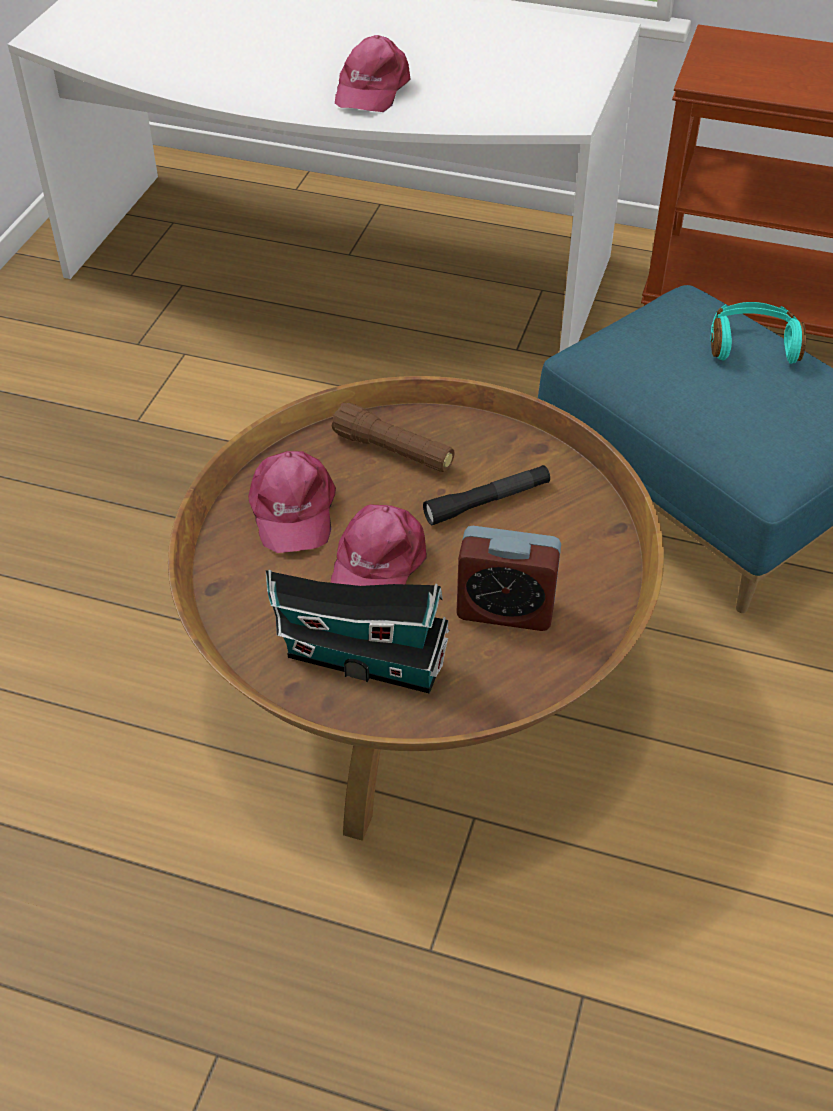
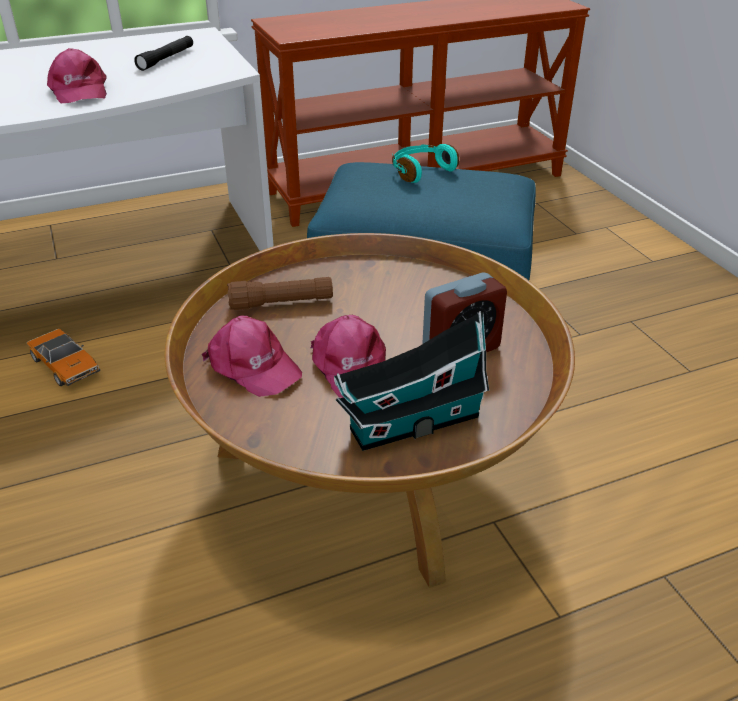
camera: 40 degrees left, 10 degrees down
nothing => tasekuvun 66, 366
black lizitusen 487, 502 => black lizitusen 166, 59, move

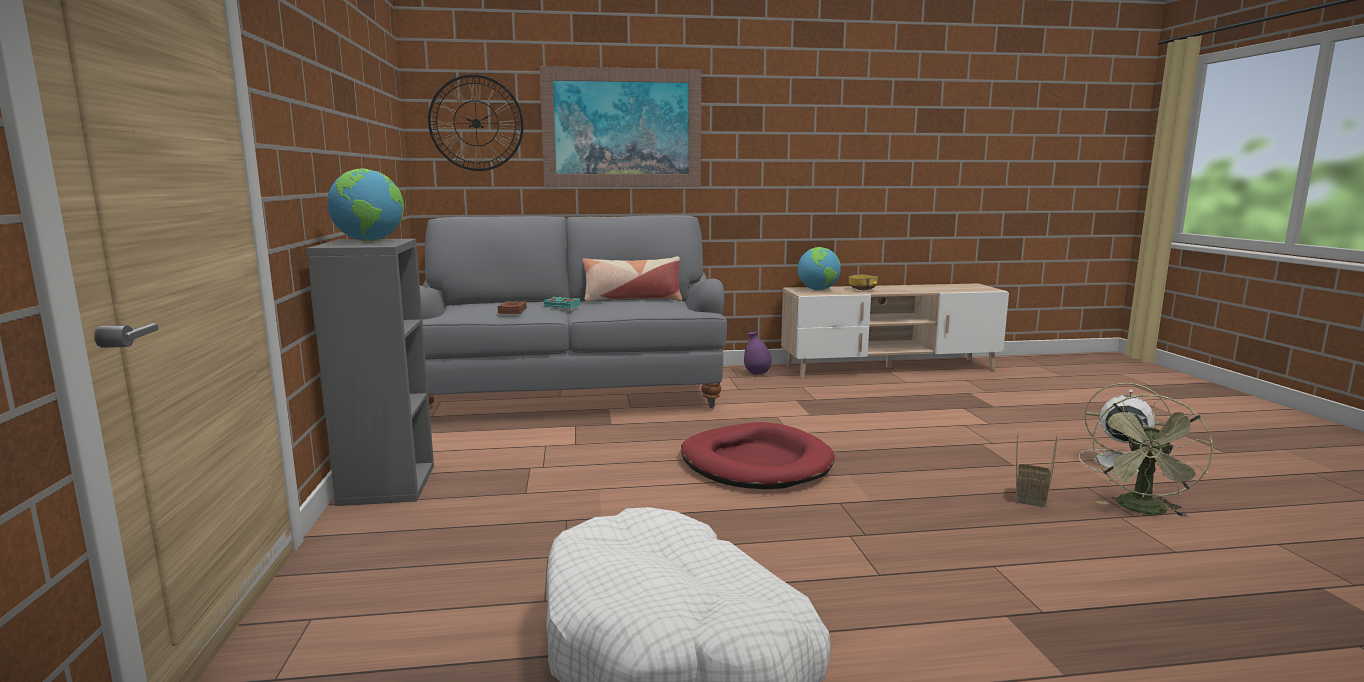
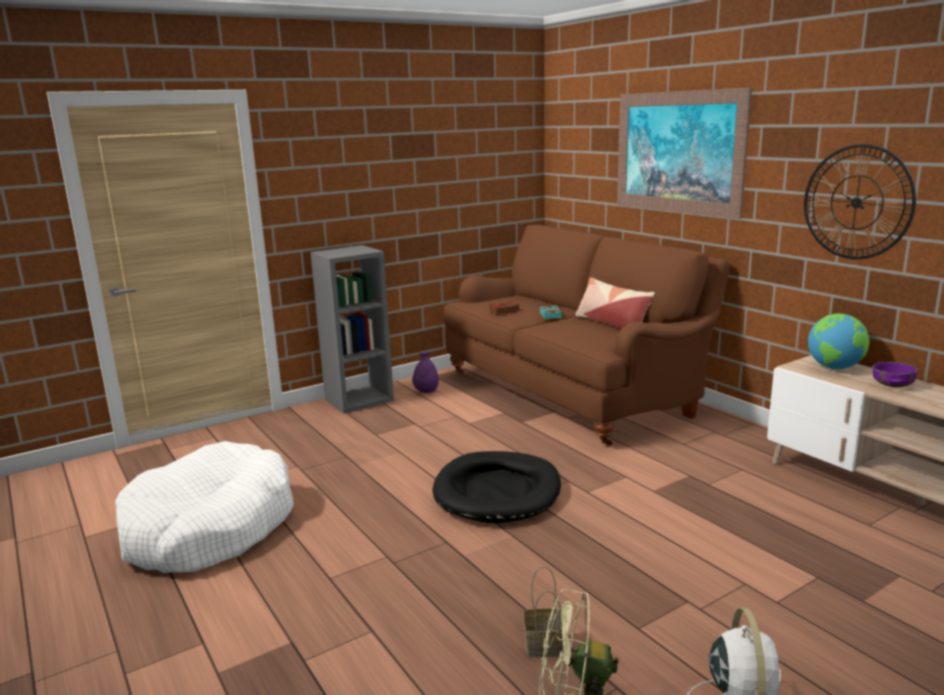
camera: 65 degrees right, 5 degrees up
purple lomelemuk 757, 374 => purple lomelemuk 426, 392, move
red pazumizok 755, 463 => black pazumizok 497, 492
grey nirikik 572, 393 => brown nirikik 572, 391
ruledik 476, 123 => ruledik 856, 202, move
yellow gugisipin 862, 289 => purple gugisipin 892, 384
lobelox 370, 241 => nothing

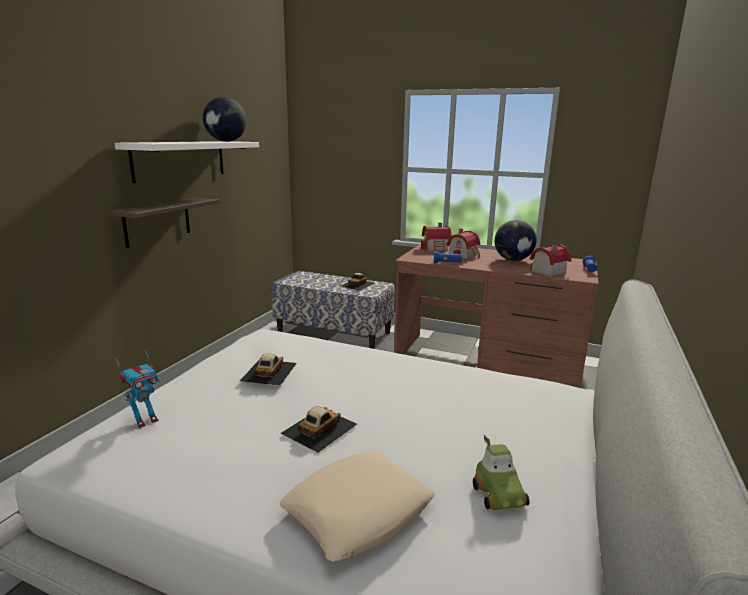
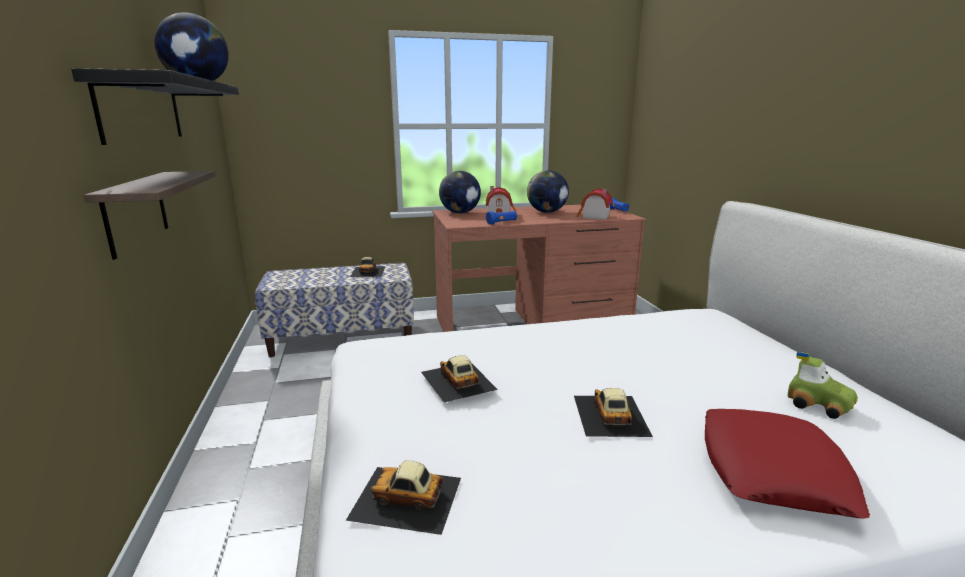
camera: 35 degrees left, 0 degrees up
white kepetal 180, 160 => black kepetal 142, 110
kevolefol 146, 421 => tasekuvun 407, 498
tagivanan 436, 248 => lobelox 460, 212
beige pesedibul 357, 511 => red pesedibul 772, 470

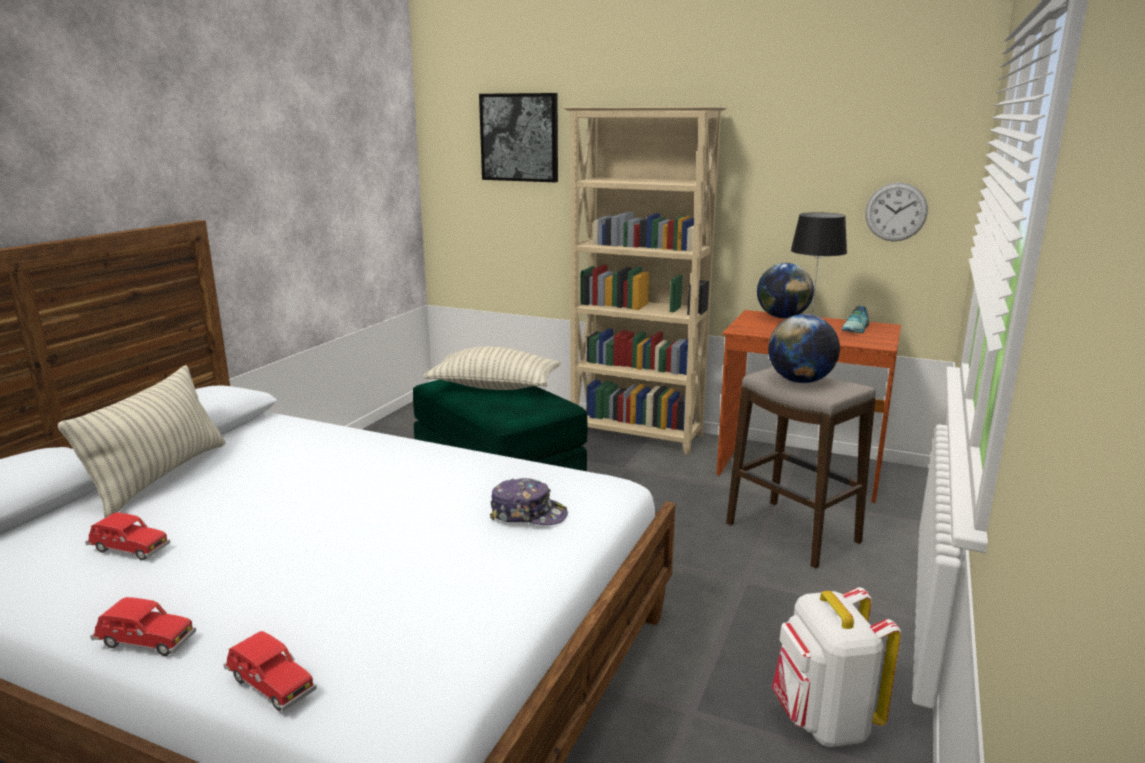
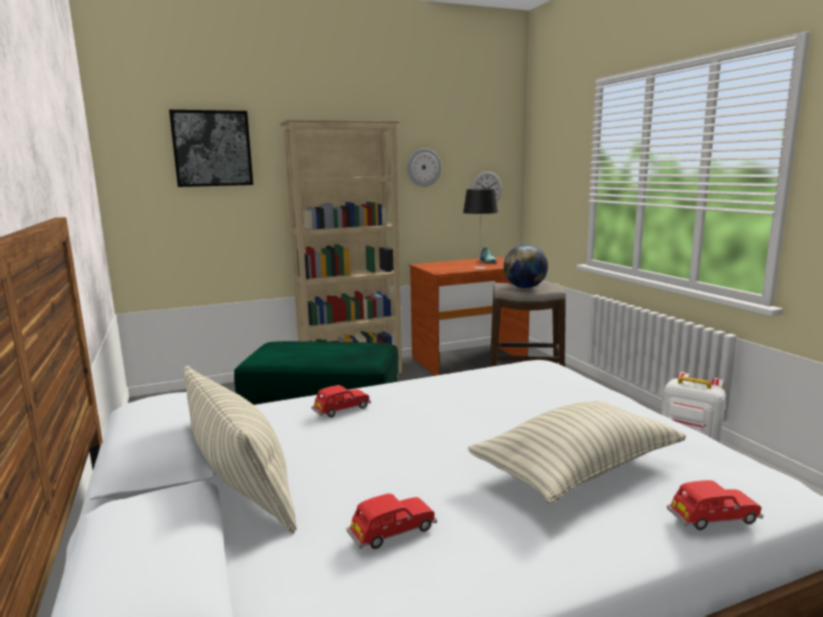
camera: 45 degrees left, 5 degrees down
red tasekuvun 145, 642 => red tasekuvun 341, 410, move
nothing => ruledik 423, 167
pesedibul 494, 387 => pesedibul 576, 470, move
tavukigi 528, 514 => nothing
lobelox 782, 317 => nothing

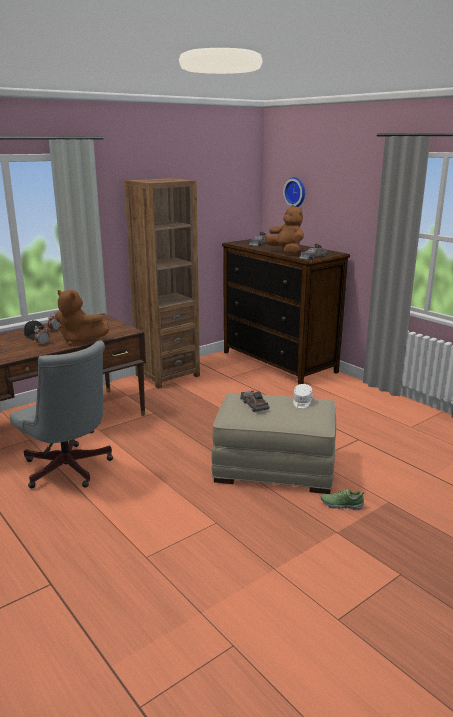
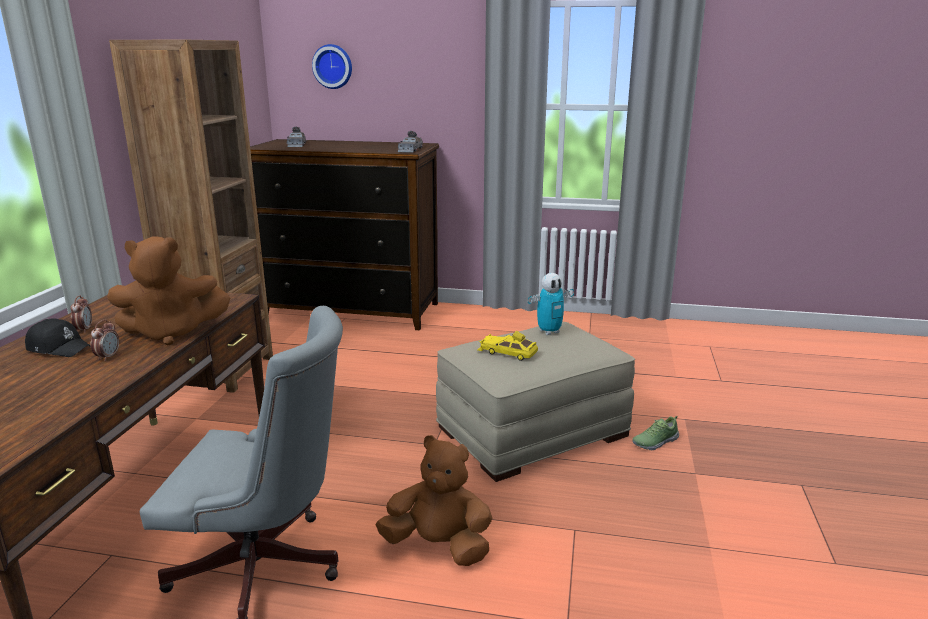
camera: 40 degrees left, 0 degrees up
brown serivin 286, 252 => brown serivin 438, 546, move
grey tasekuvun 254, 405 => yellow tasekuvun 507, 352
white tavukigi 302, 402 => kevolefol 549, 332

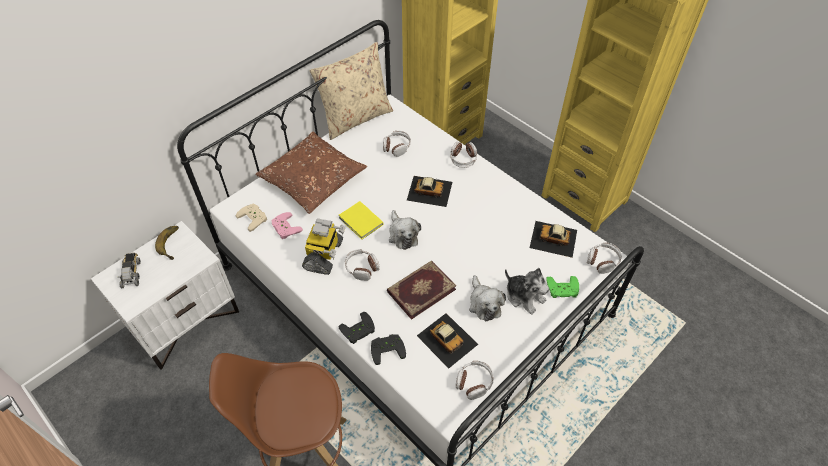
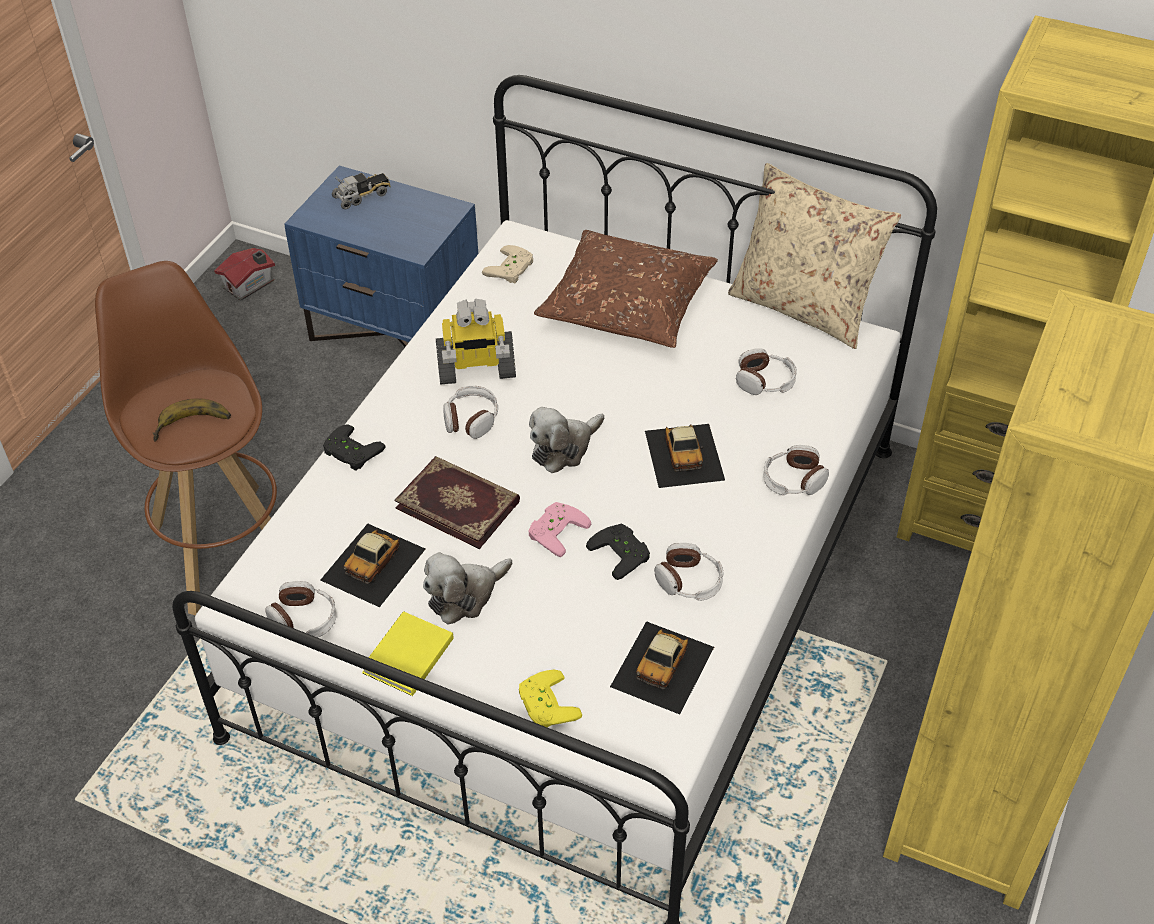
camera: 70 degrees right, 5 degrees down
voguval 173, 243 => voguval 193, 427, move
nothing => tagivanan 250, 284
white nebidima 185, 321 => blue nebidima 396, 332
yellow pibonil 361, 222 => yellow pibonil 405, 657, move
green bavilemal 562, 290 => yellow bavilemal 544, 705
pink bavilemal 284, 228 => pink bavilemal 555, 530, move
black bavilemal 387, 348 => black bavilemal 623, 552, move
tasekuvun 553, 239 => tasekuvun 663, 666, 150 degrees counterclockwise
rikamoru 602, 261 => rikamoru 689, 581, move
serivin 524, 296 => nothing

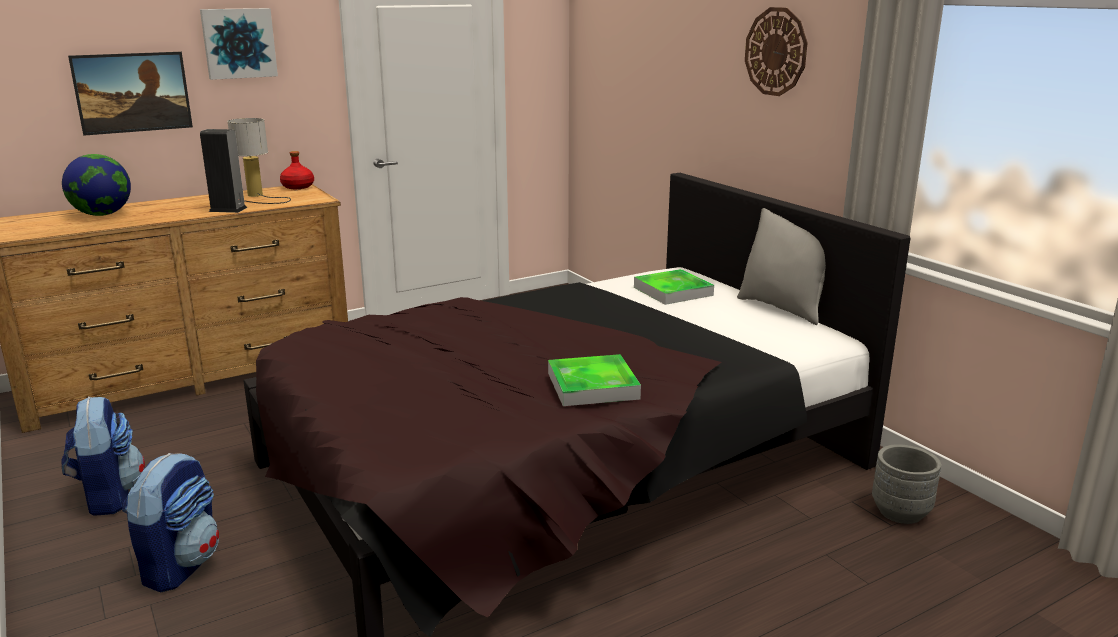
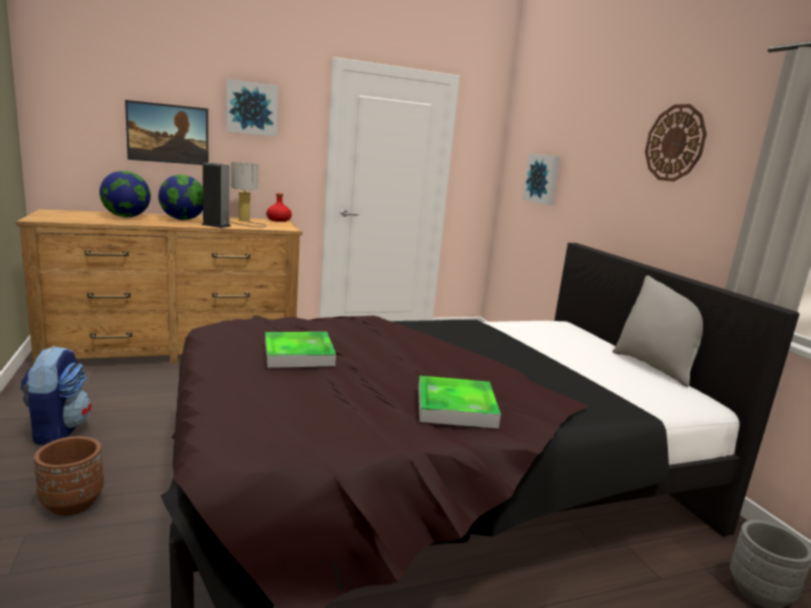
camera: 10 degrees right, 5 degrees down
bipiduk 181, 565 => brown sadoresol 72, 503
nothing => lobelox 182, 219
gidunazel 673, 291 => gidunazel 298, 354, move
nothing => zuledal 542, 179

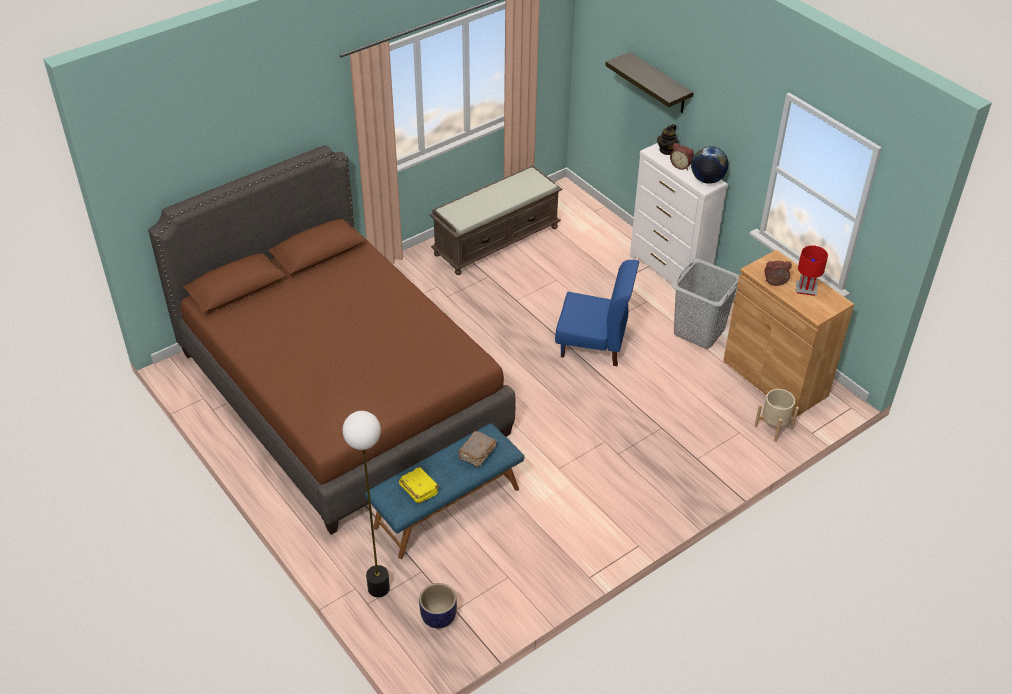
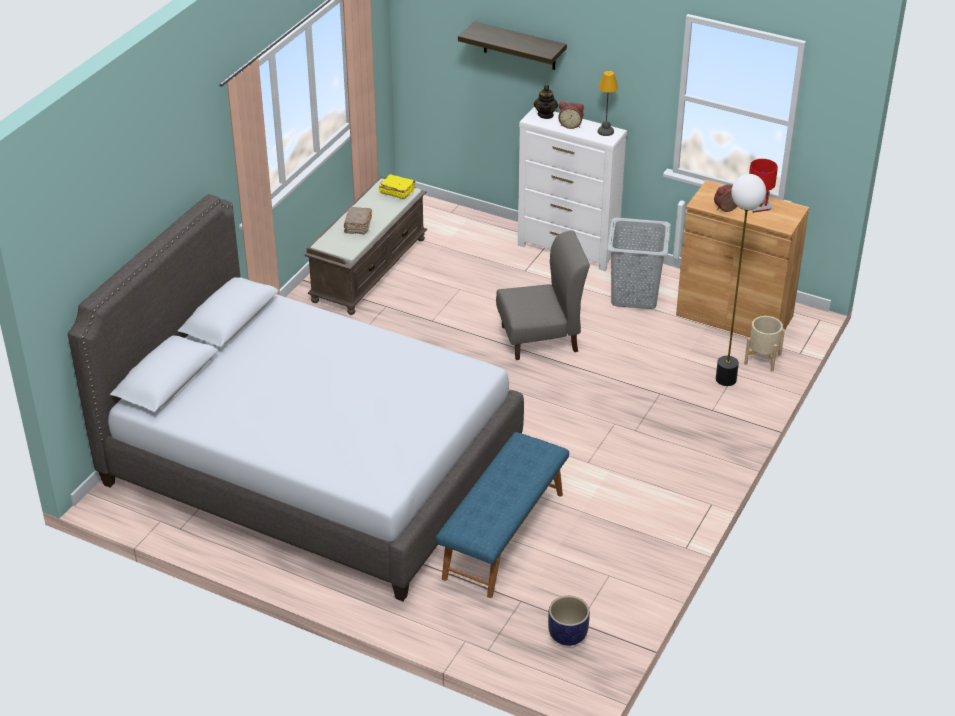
camera: 25 degrees left, 5 degrees down
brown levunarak 341, 393 => grey levunarak 312, 466
brown pibonil 476, 453 => brown pibonil 357, 226, move
yellow pibonil 419, 489 => yellow pibonil 396, 192, move
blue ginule 593, 344 => grey ginule 540, 339
lobelox 707, 180 => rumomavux 605, 131
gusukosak 378, 588 => gusukosak 725, 379, move

